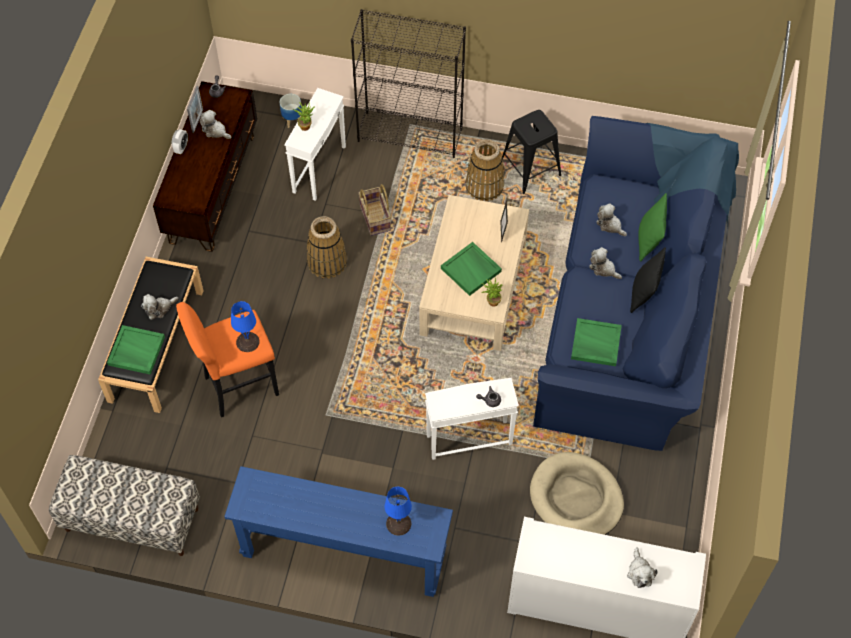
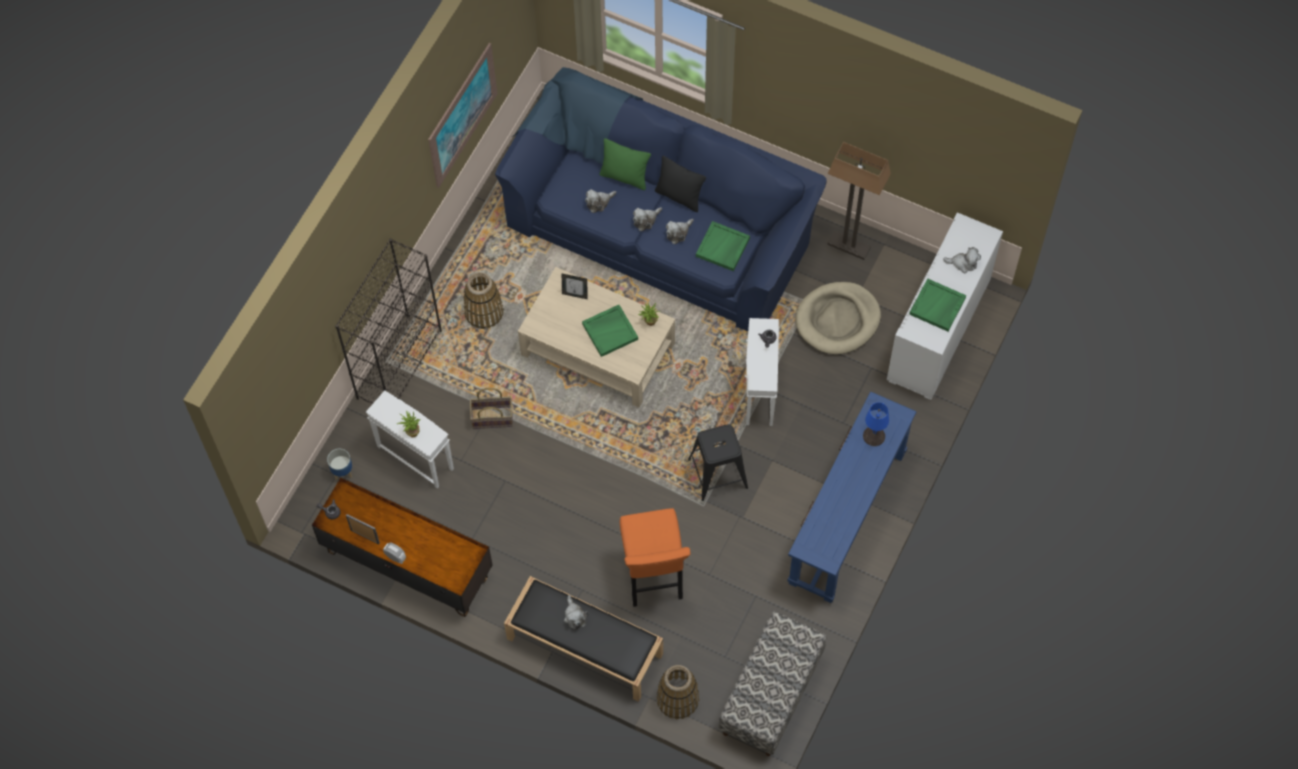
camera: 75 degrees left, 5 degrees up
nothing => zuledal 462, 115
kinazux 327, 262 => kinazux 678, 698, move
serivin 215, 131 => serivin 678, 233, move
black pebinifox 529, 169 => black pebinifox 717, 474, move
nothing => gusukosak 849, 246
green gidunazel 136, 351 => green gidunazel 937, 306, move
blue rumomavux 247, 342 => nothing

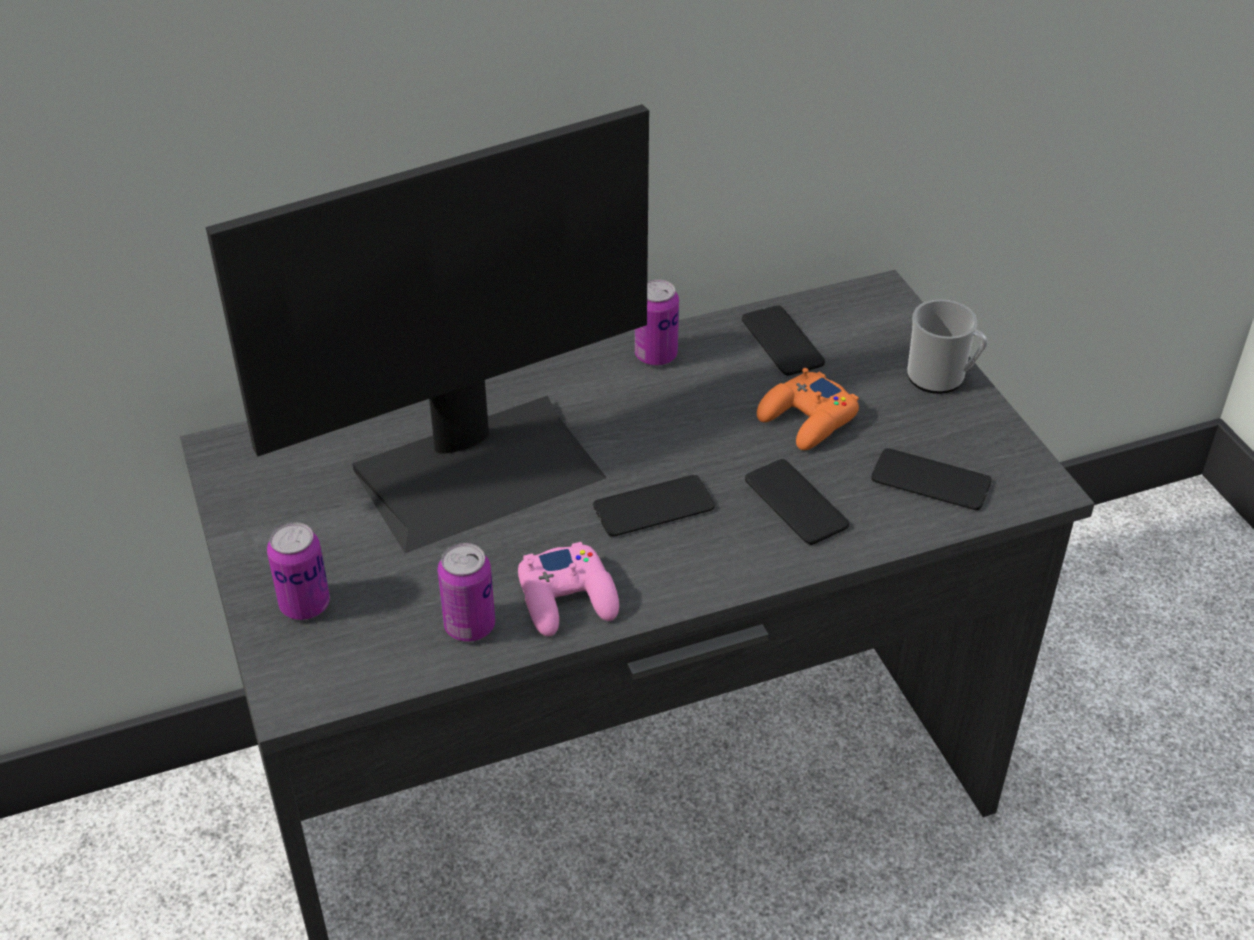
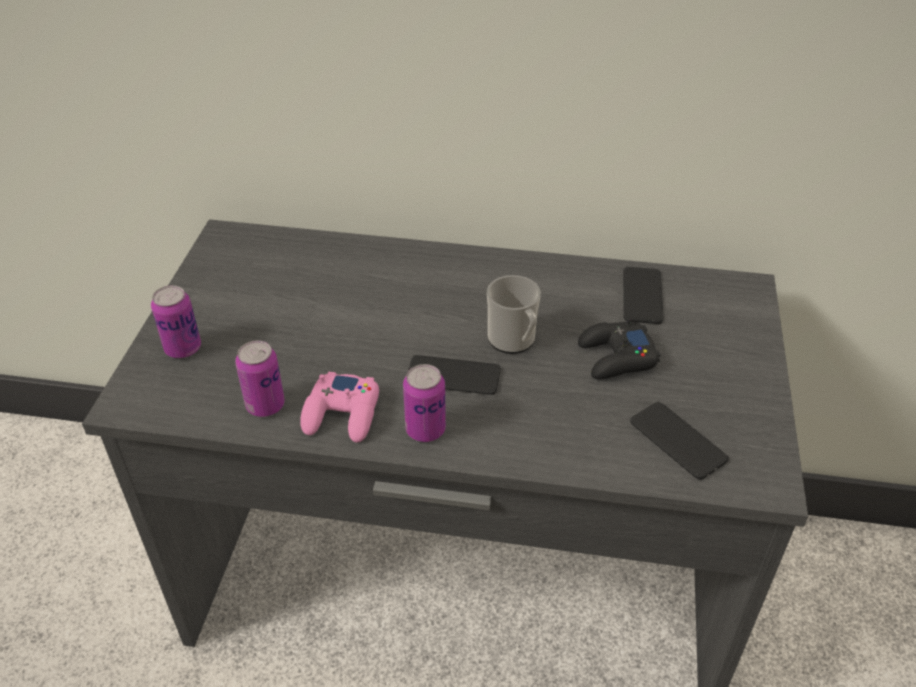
camera: 30 degrees right, 0 degrees up
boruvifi 656, 355 => boruvifi 425, 430, move
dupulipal 942, 378 => dupulipal 514, 341, move
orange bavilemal 807, 419 => black bavilemal 616, 358
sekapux 478, 469 => nothing
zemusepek 796, 503 => nothing

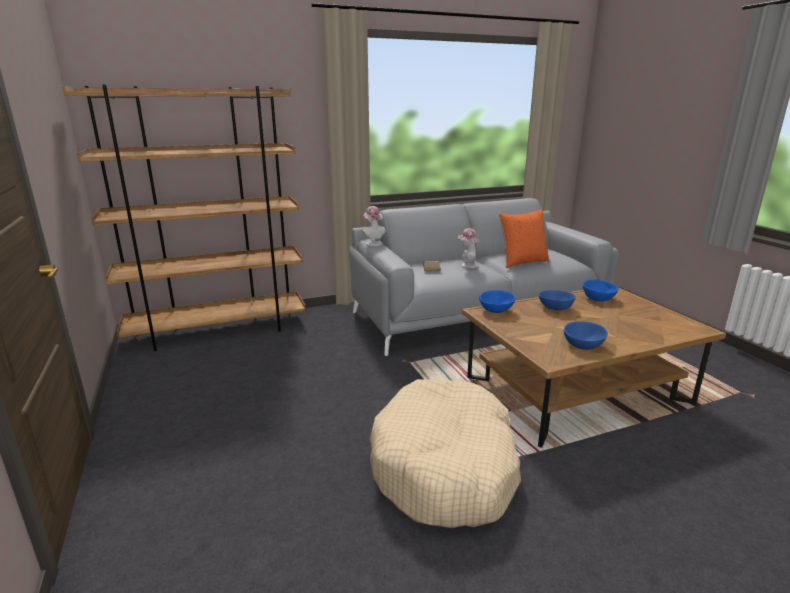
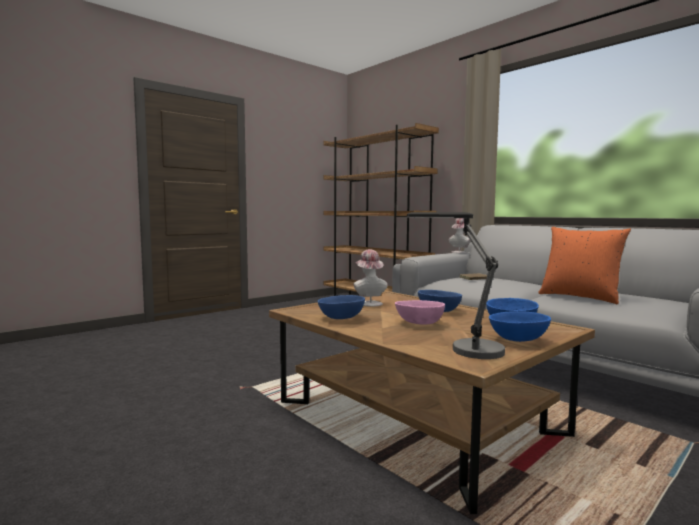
camera: 70 degrees right, 15 degrees down
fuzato 467, 265 => fuzato 369, 303, move
nothing => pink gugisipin 420, 323
nothing => rumomavux 463, 347
blue gugisipin 496, 310 => blue gugisipin 519, 339, move
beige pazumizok 445, 467 => nothing

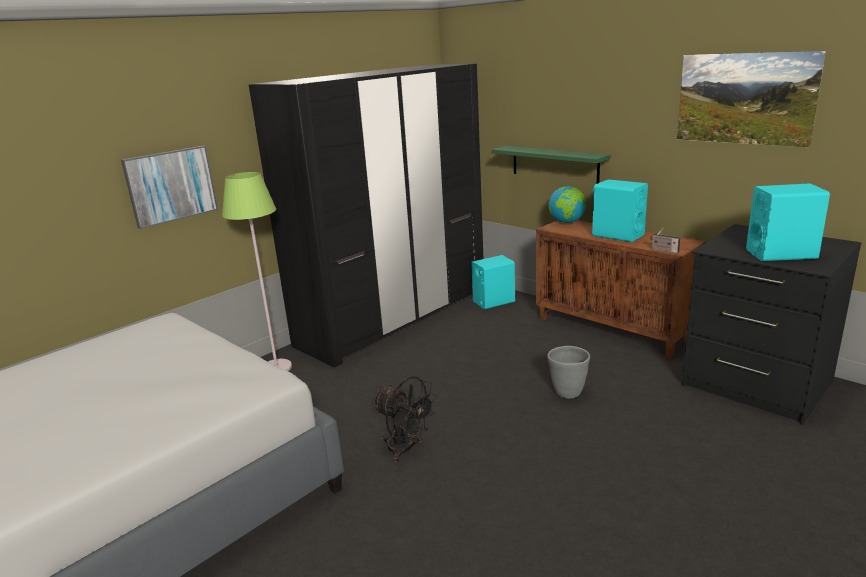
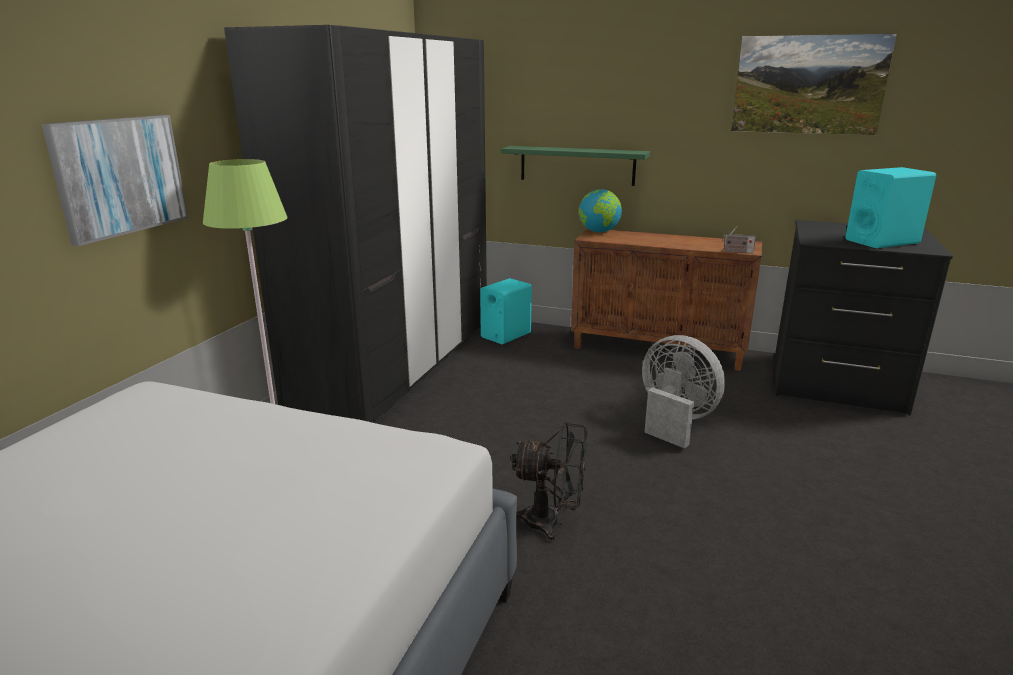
camera: 25 degrees left, 0 degrees up
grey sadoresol 567, 392 => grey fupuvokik 674, 421
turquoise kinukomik 617, 235 => nothing

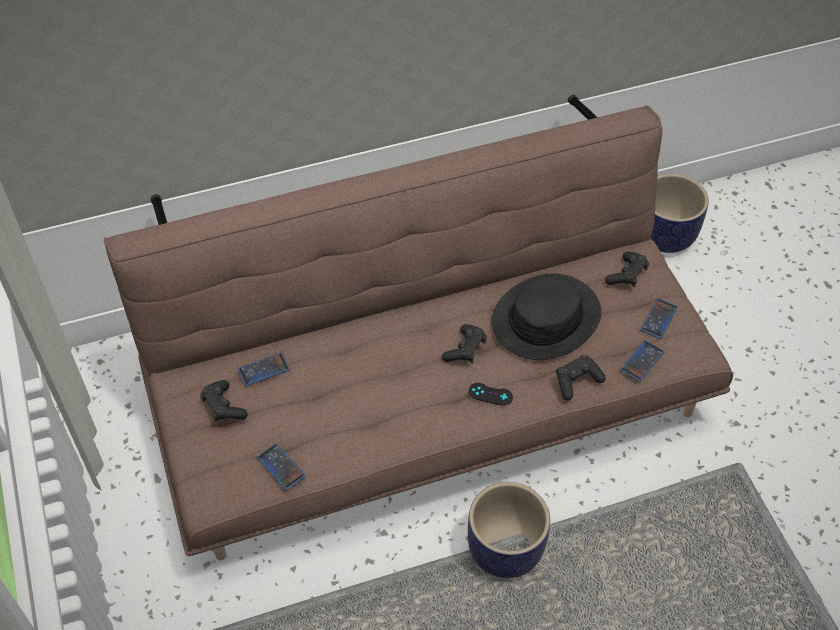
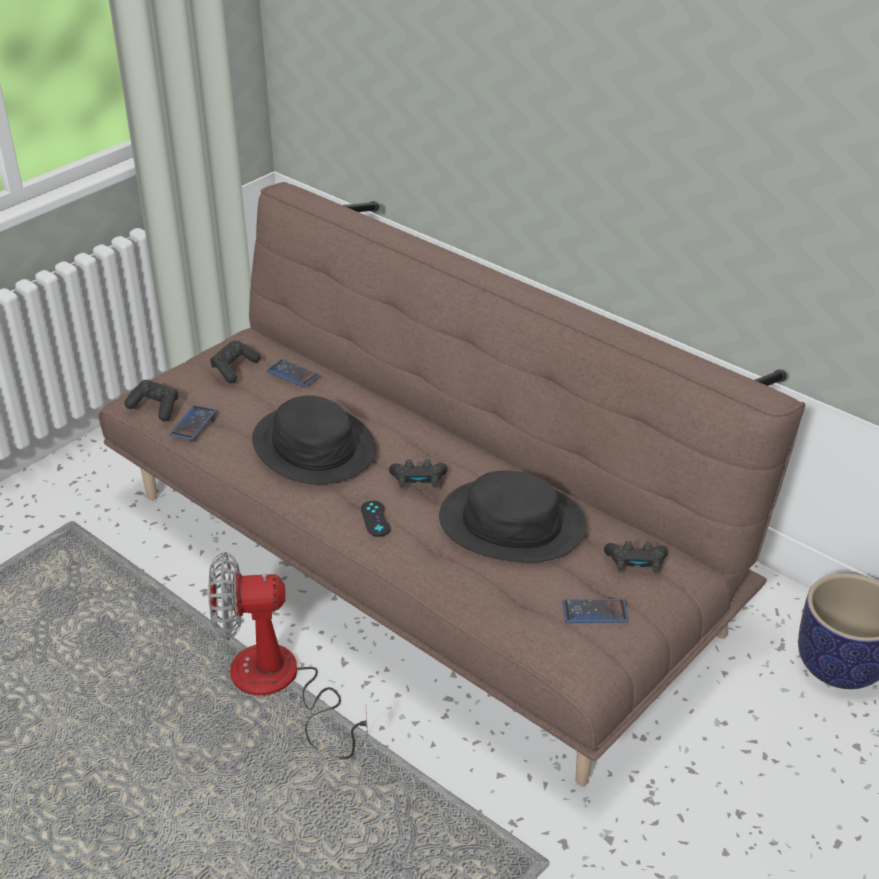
camera: 60 degrees right, 15 degrees down
black bavilemal 577, 381 => black bavilemal 155, 408, move
sadoresol 506, 549 => fupuvokik 280, 686
nothing => black fuzato 313, 446
zemusepek 642, 361 => nothing

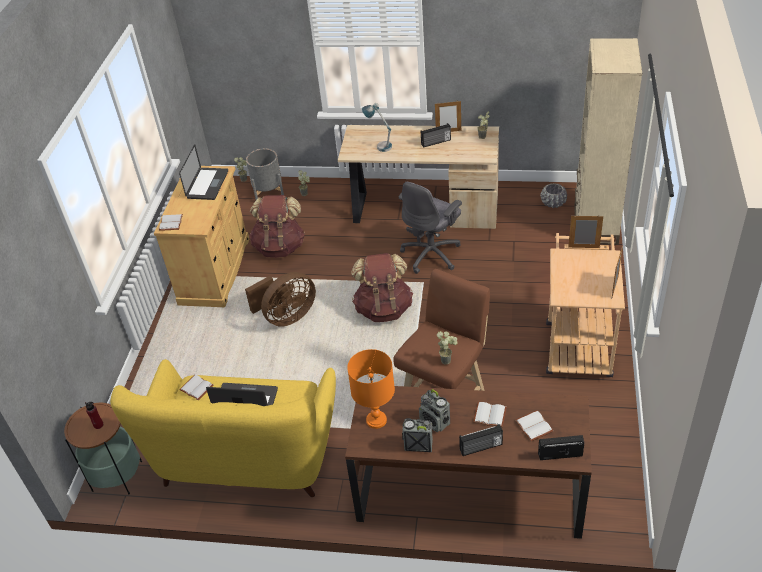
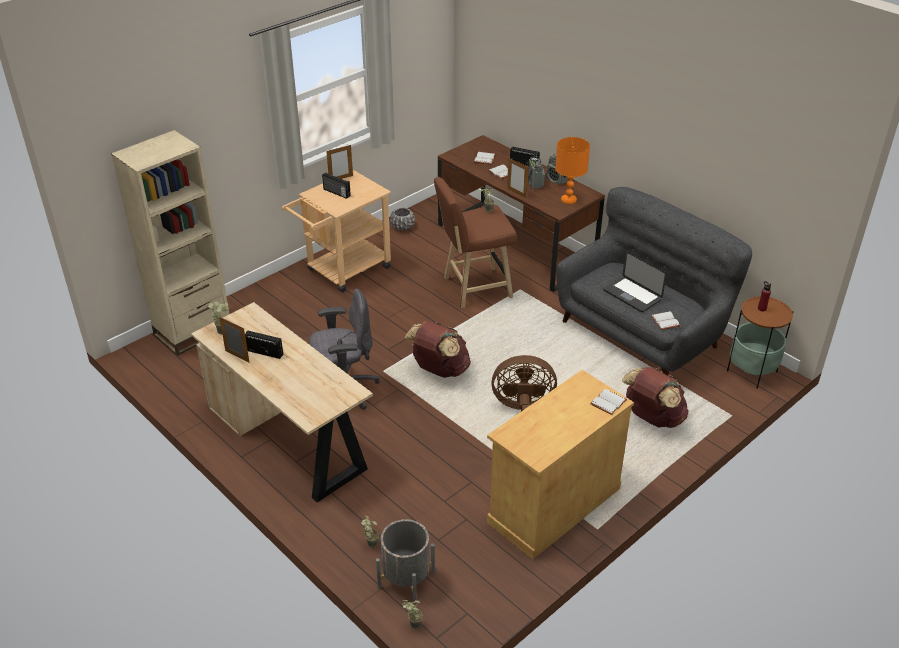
camera: 145 degrees left, 5 degrees down
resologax 560, 454 => resologax 336, 193, move
grey sadoresol 553, 203 => grey sadoresol 402, 227, move
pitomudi 583, 247 => pitomudi 516, 193, move
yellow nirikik 247, 457 => grey nirikik 642, 331
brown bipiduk 280, 247 => brown bipiduk 652, 418, move
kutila 207, 184 => nothing
rumomavux 379, 145 => nothing

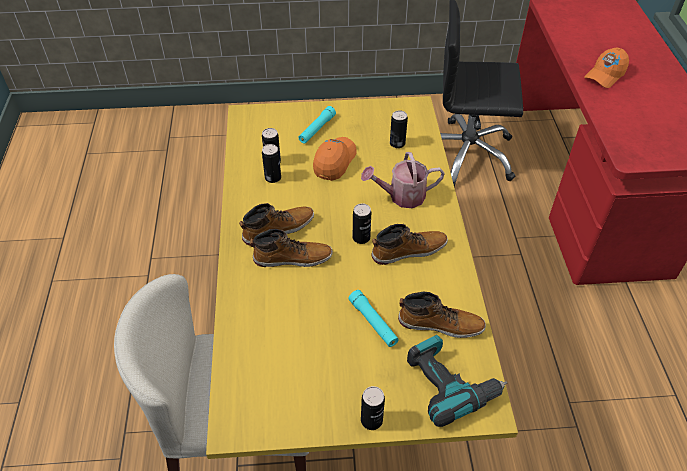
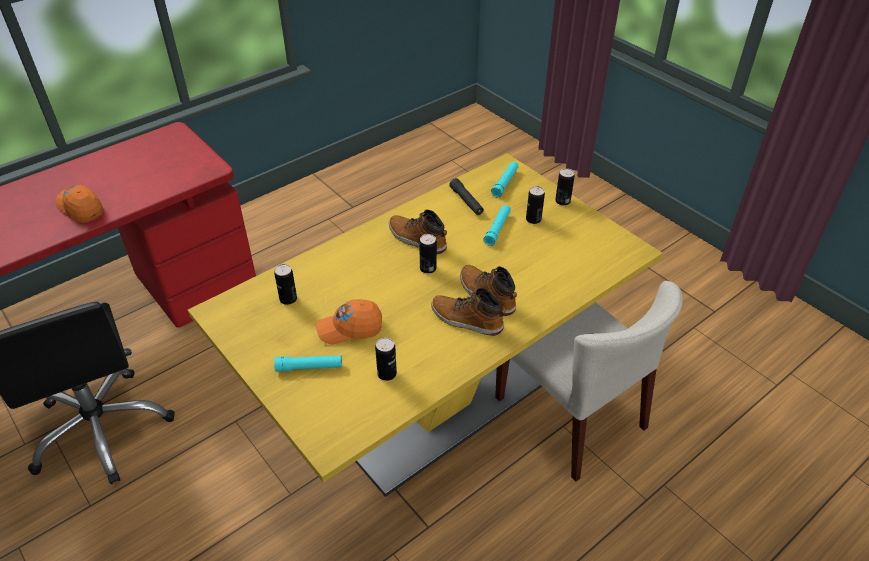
camera: 125 degrees left, 5 degrees down
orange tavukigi 605, 75 => orange tavukigi 80, 208, 150 degrees counterclockwise
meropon 440, 324 => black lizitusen 466, 201
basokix 450, 383 => turquoise lizitusen 505, 183
boruvifi 273, 178 => boruvifi 533, 219, move
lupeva 401, 196 => nothing

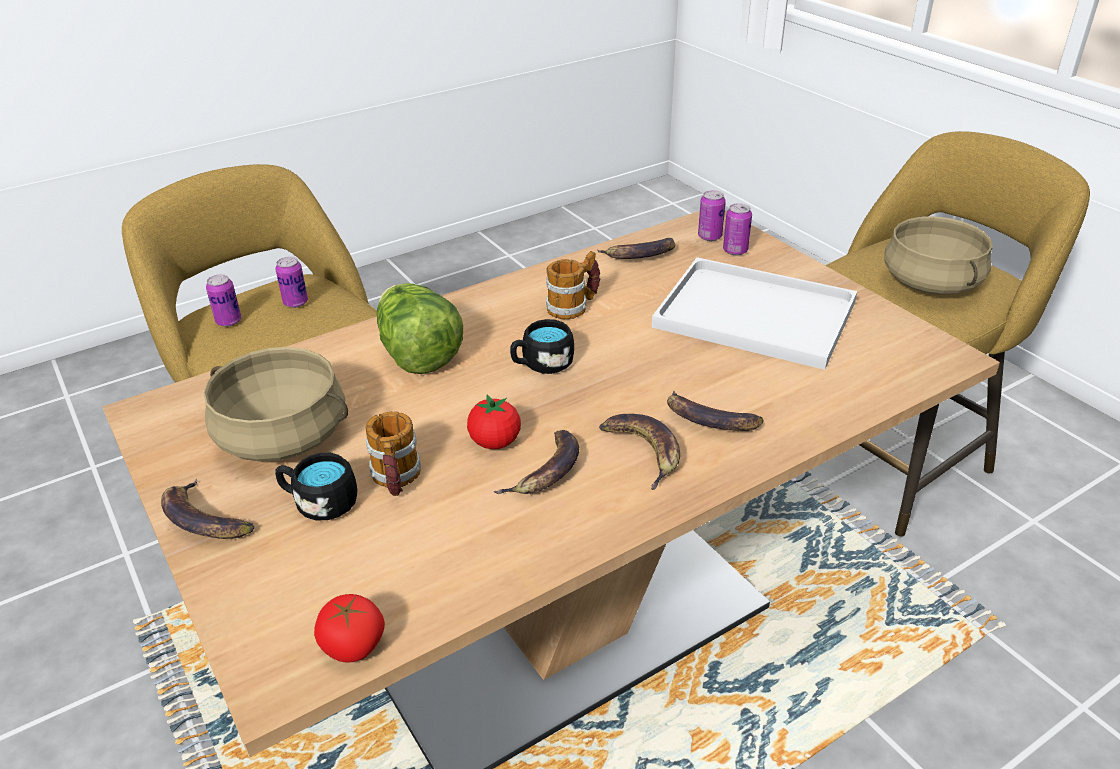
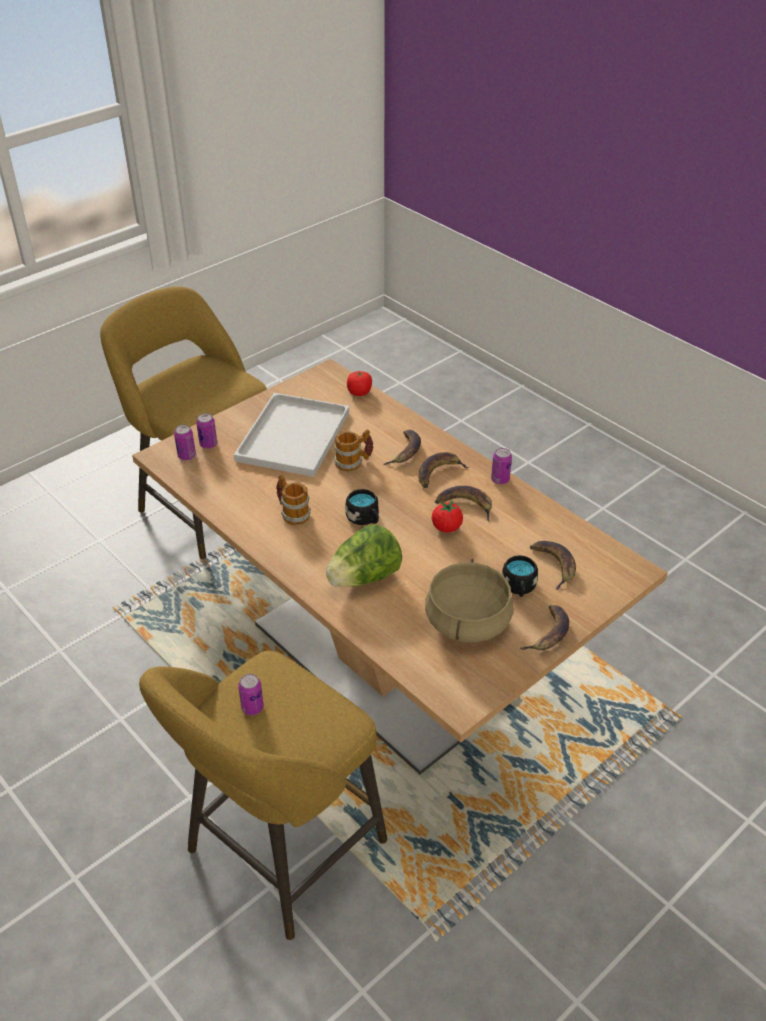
camera: 100 degrees left, 5 degrees up
dupulipal 396, 479 => dupulipal 354, 462, move
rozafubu 352, 646 => rozafubu 359, 392, move
boruvifi 228, 321 => boruvifi 500, 479, move
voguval 639, 256 => voguval 554, 565, move
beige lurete 932, 283 => nothing

